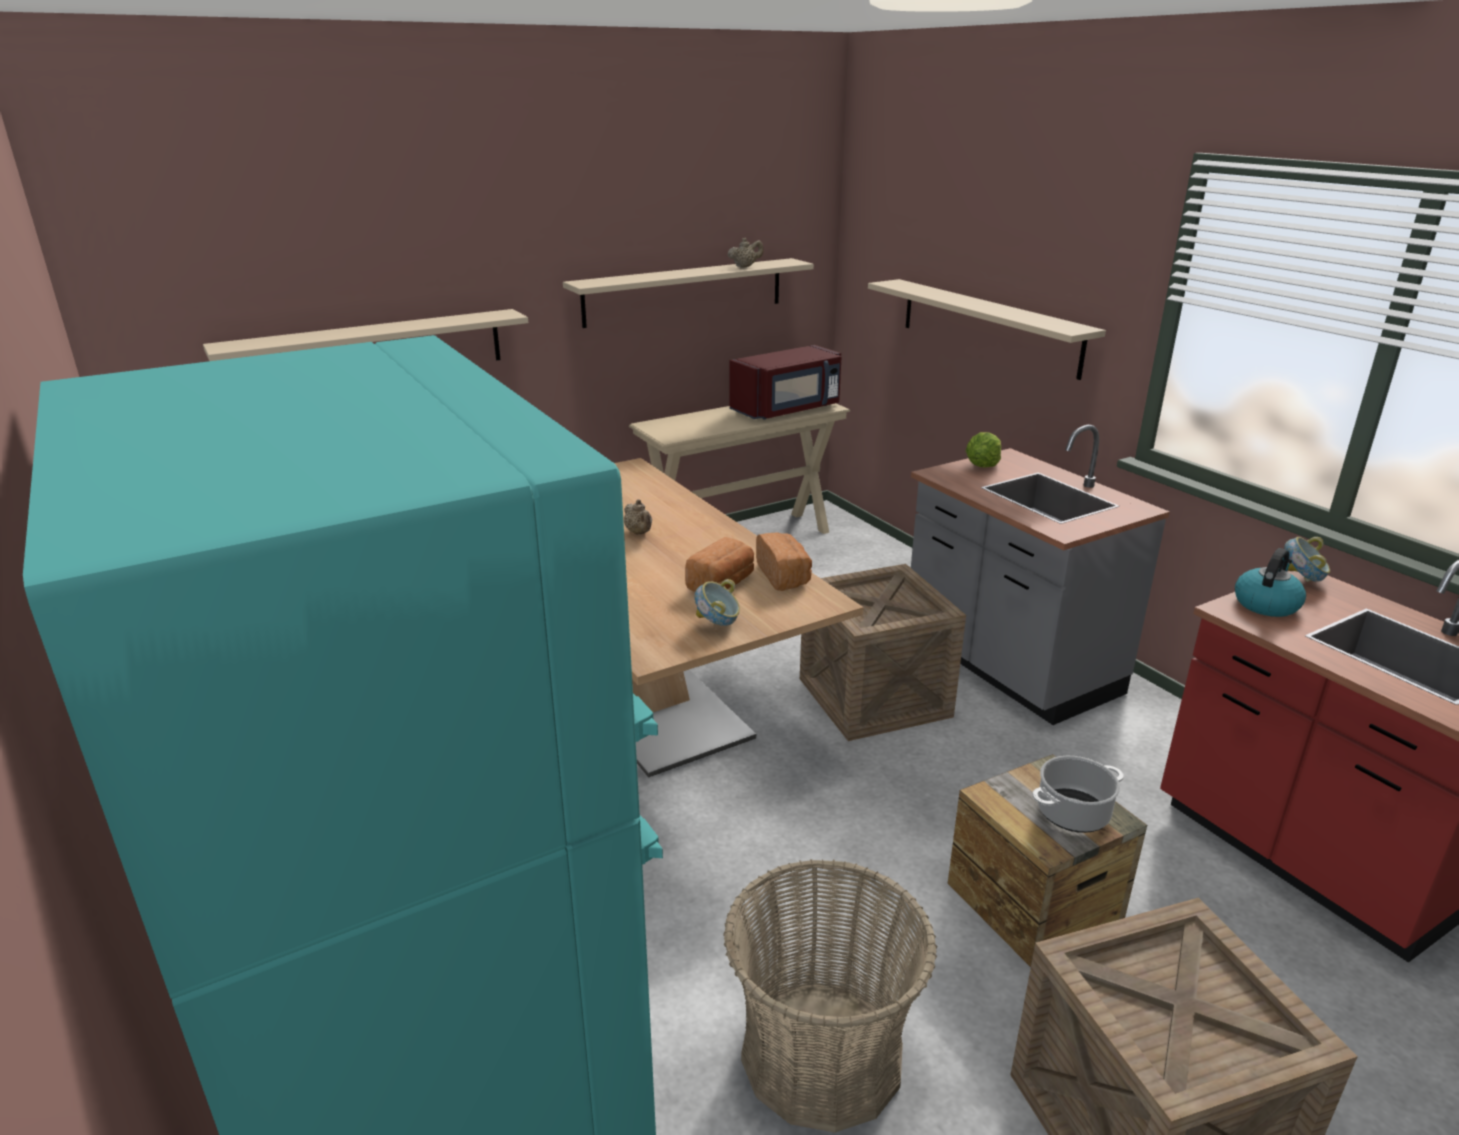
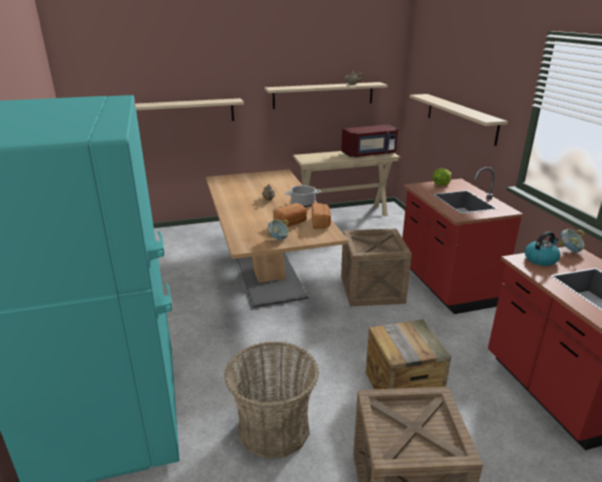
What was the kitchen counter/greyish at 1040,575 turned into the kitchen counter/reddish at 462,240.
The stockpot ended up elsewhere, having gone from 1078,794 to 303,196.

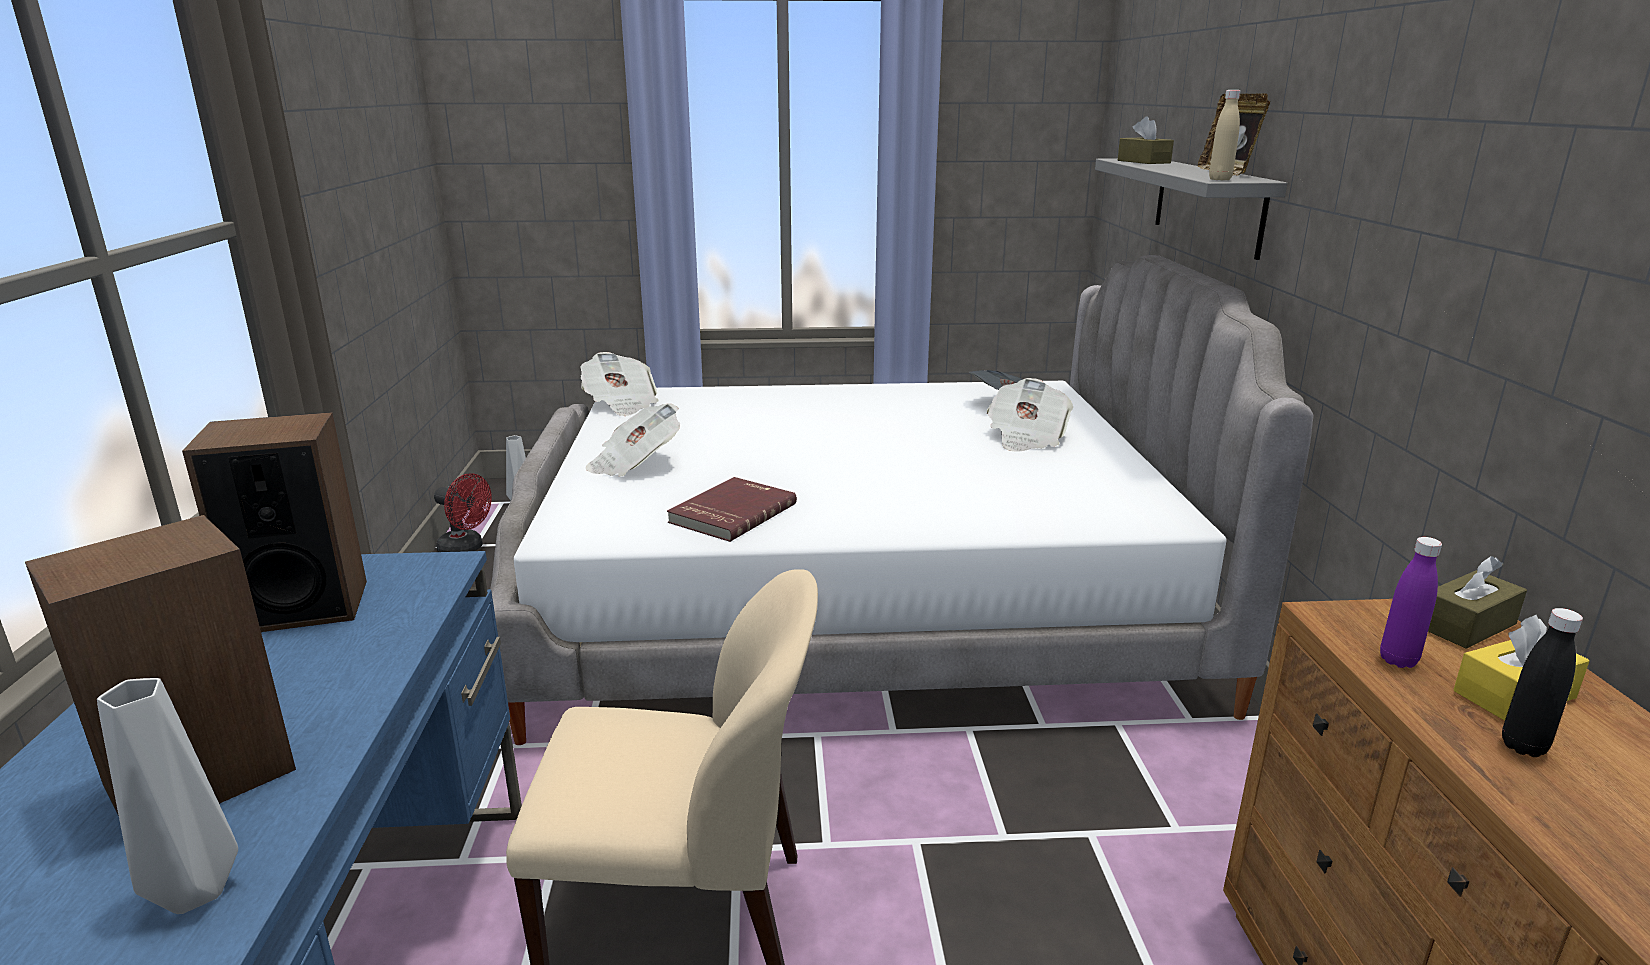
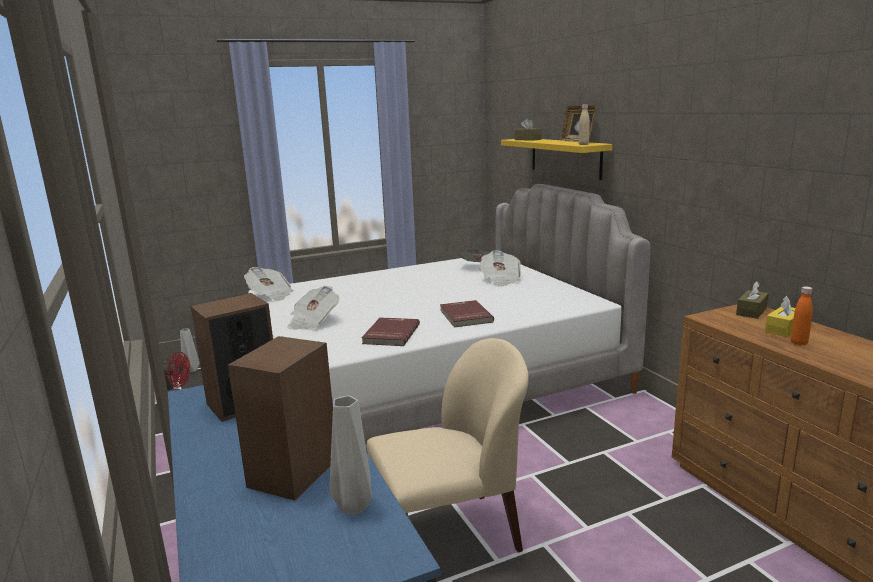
What was the bracket shelf/greyish at 1191,209 turned into the bracket shelf/yellow-coloured at 556,159.
The second view lost the drink bottle/purplish at 1411,602.
What was the drink bottle/black-coloured at 1542,682 turned into the drink bottle/orangey at 802,315.
The second view gained the book/reddish at 467,313.

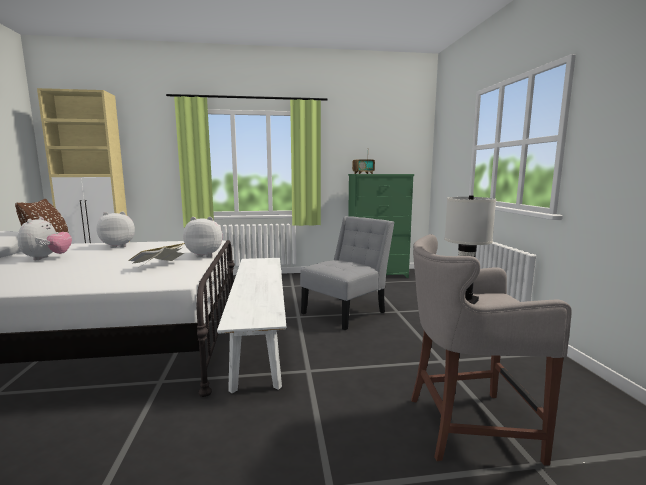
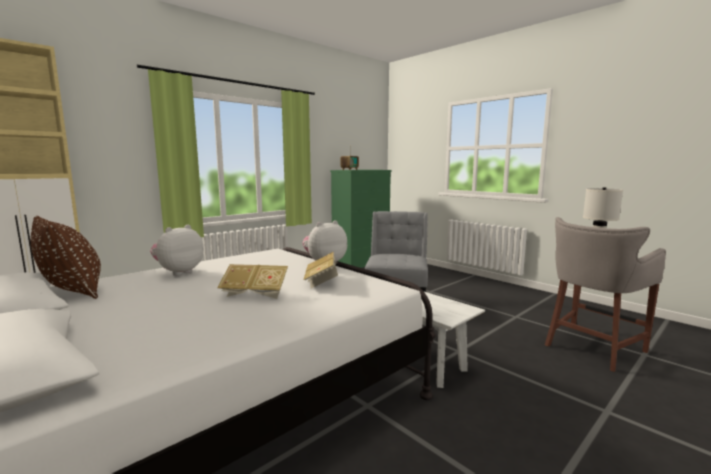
The second view lost the plush toy at 44,238.
The second view gained the book at 252,281.

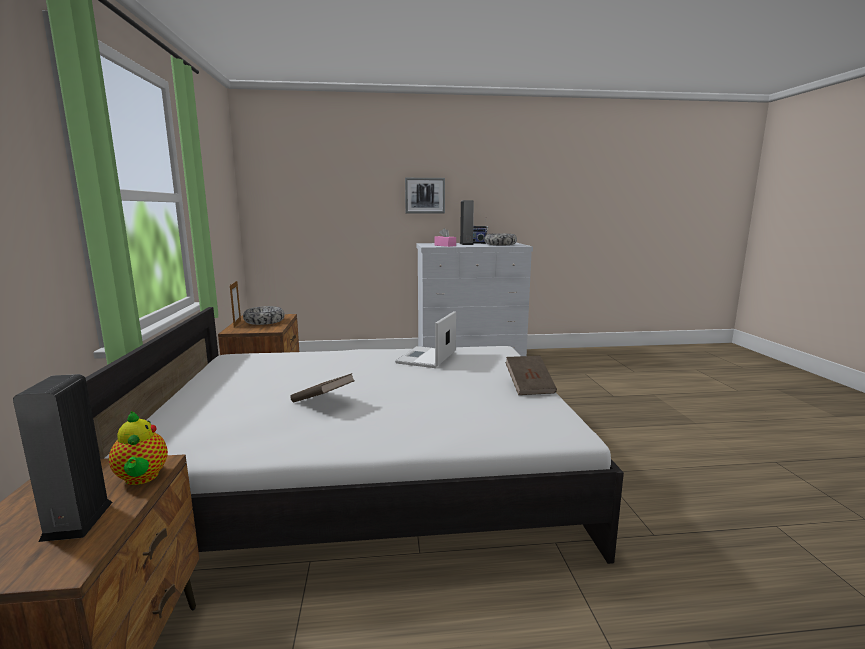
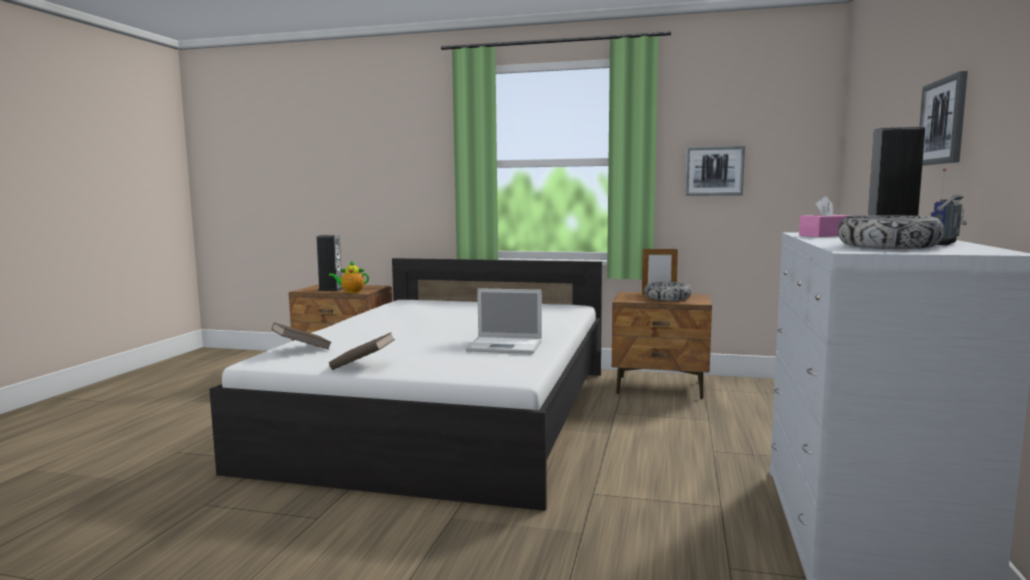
The book/brownish ended up elsewhere, having gone from 322,388 to 301,336.
The laptop at 425,339 ended up facing another way, 150 degrees clockwise from before.
The second view gained the wall art at 715,171.

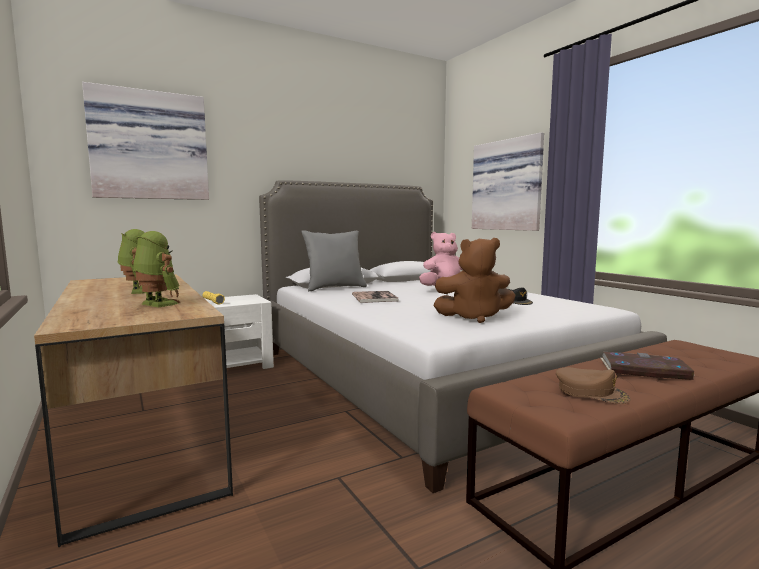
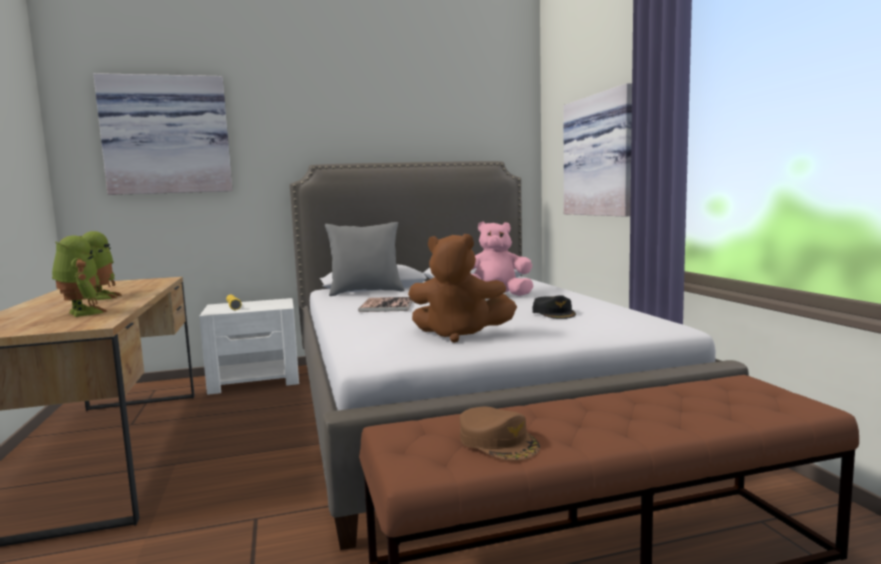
The second view lost the book at 648,366.

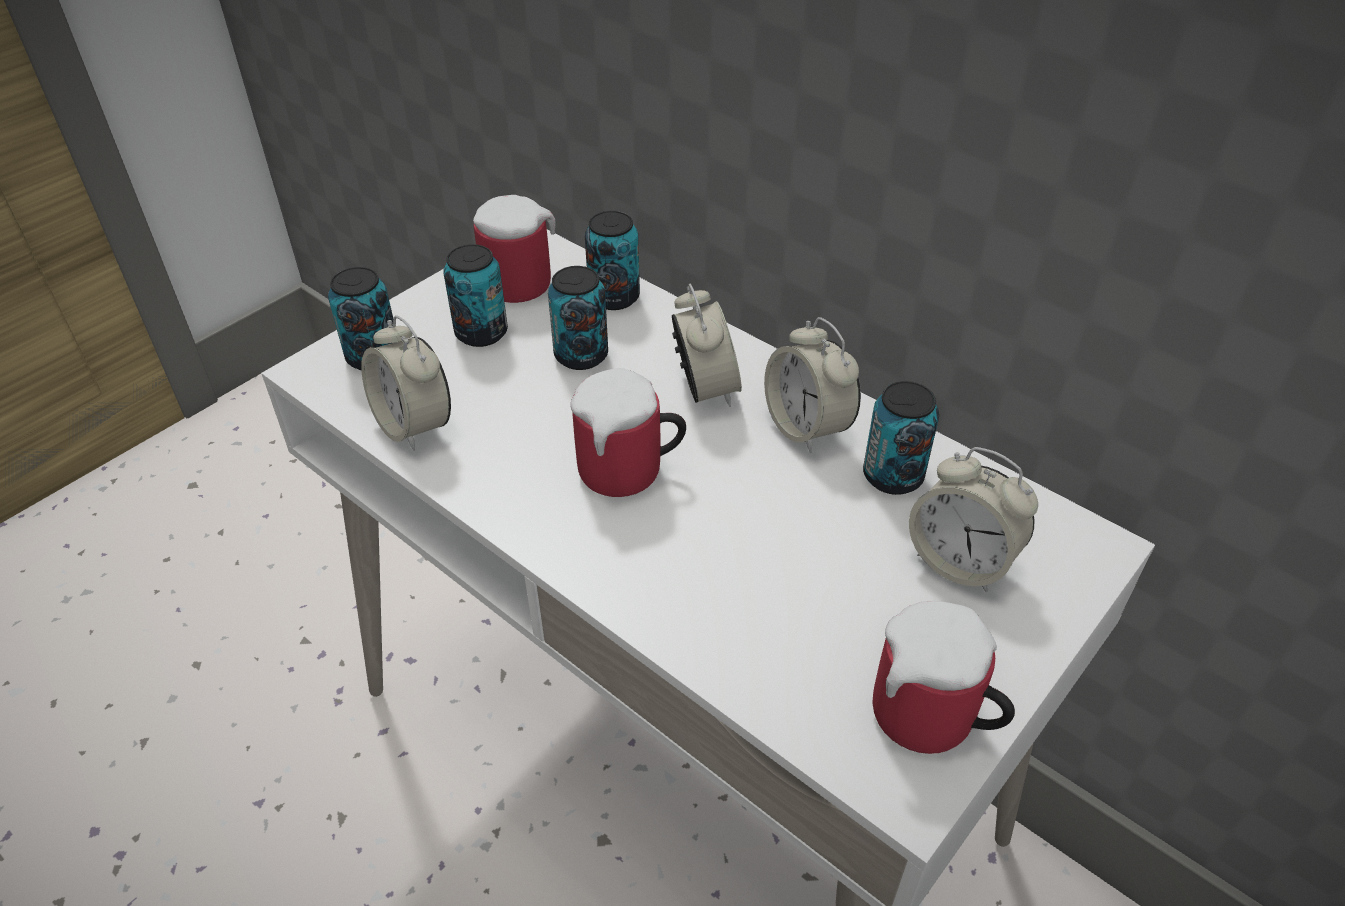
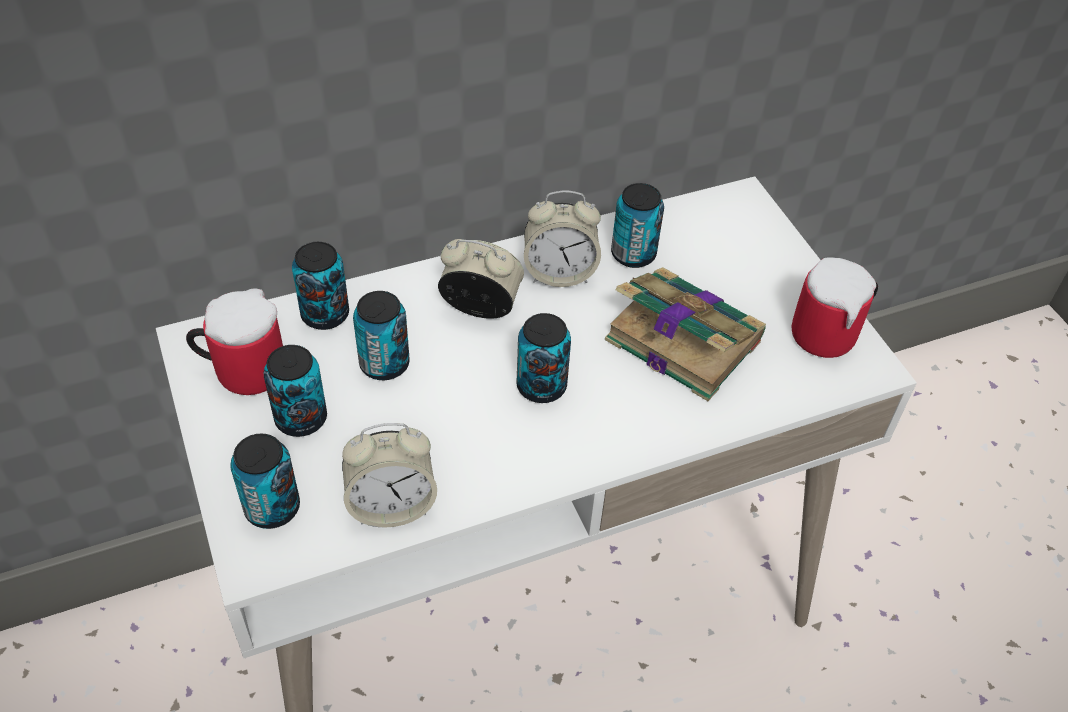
Where the coffee mug stood at 628,432, the metal can came to stand at 544,358.
The second view lost the table clock at 973,519.
The second view gained the book at 685,334.

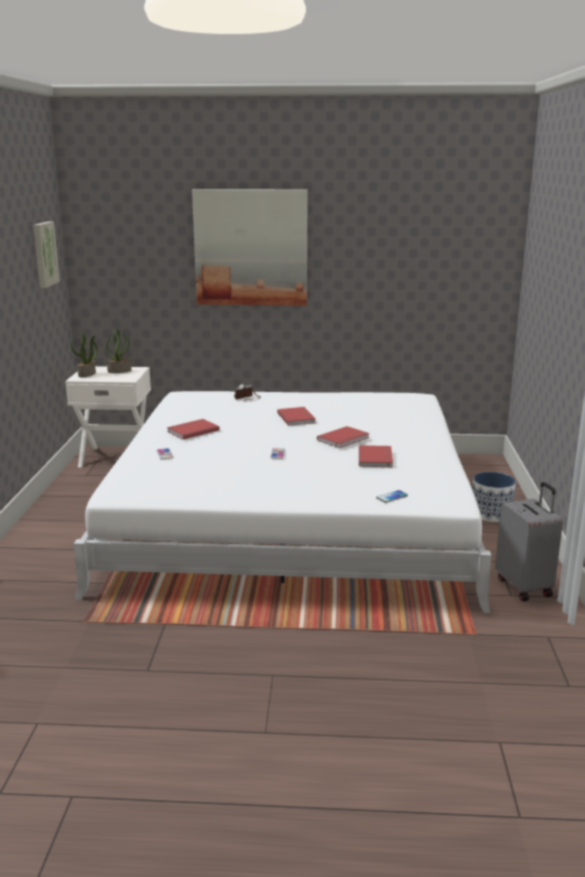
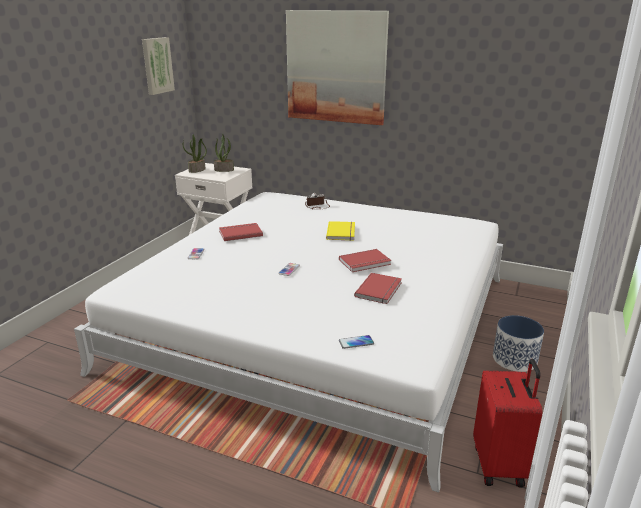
What was the book/reddish at 296,416 turned into the book/yellow-coloured at 340,231.
What was the piece of luggage/greyish at 529,541 turned into the piece of luggage/reddish at 507,423.

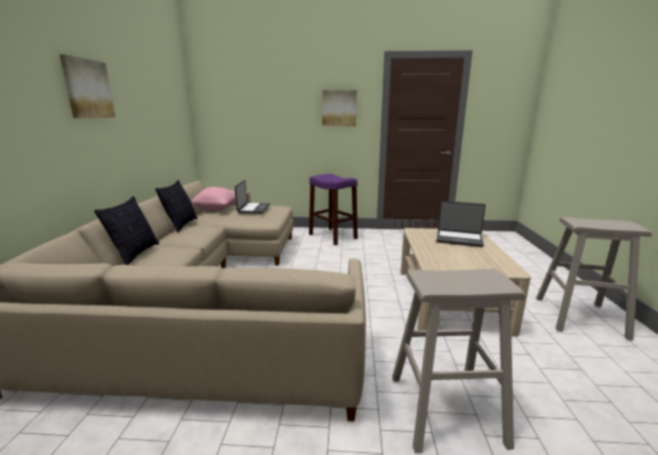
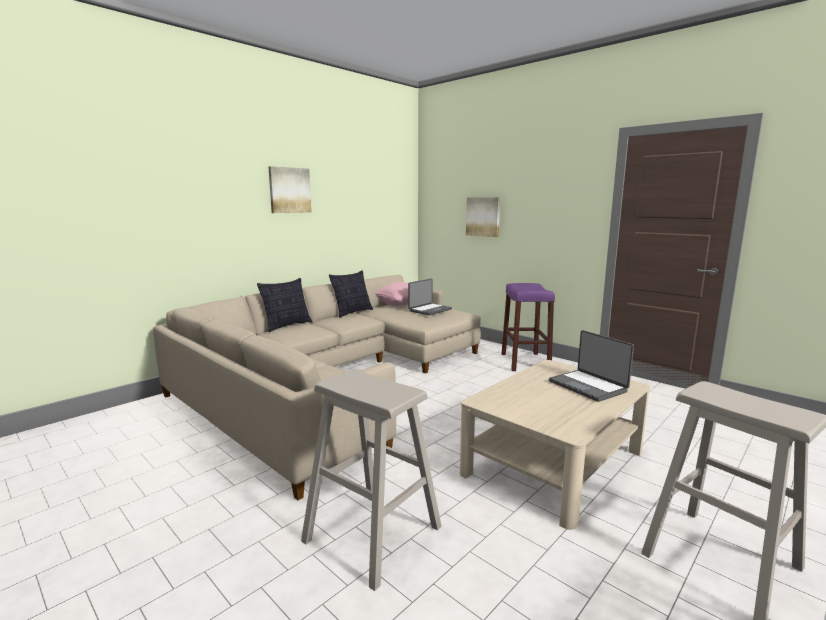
The wall art ended up elsewhere, having gone from 339,108 to 483,217.

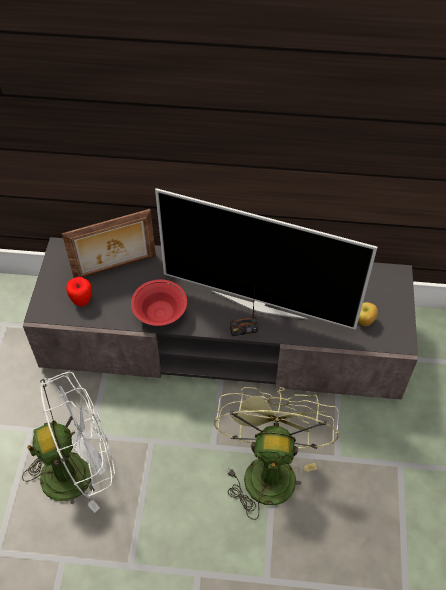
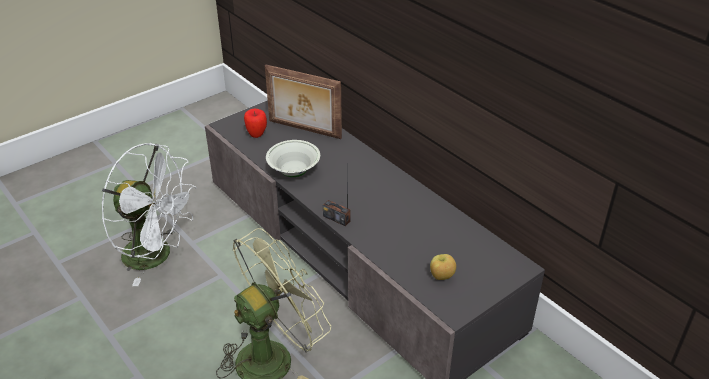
What was the serving bowl/reddish at 159,302 turned into the serving bowl/white at 293,158.
The second view lost the TV at 266,259.

